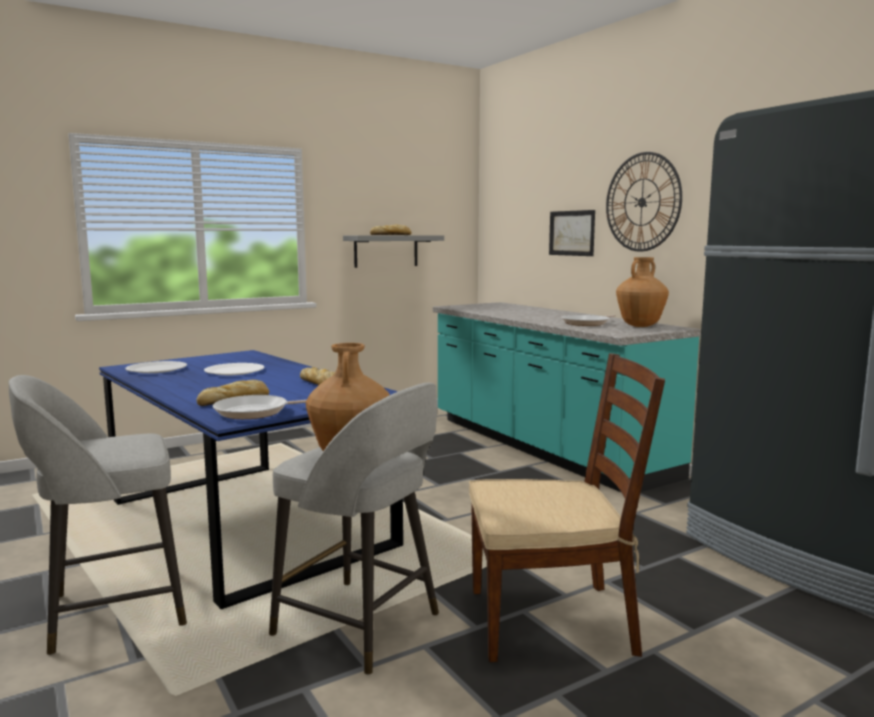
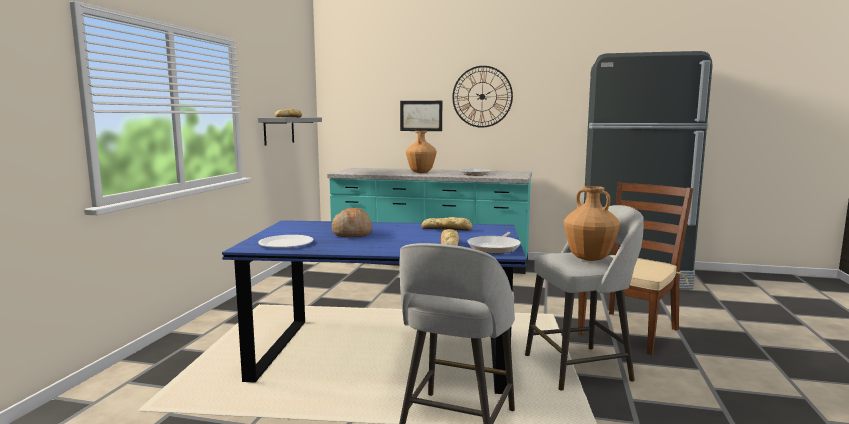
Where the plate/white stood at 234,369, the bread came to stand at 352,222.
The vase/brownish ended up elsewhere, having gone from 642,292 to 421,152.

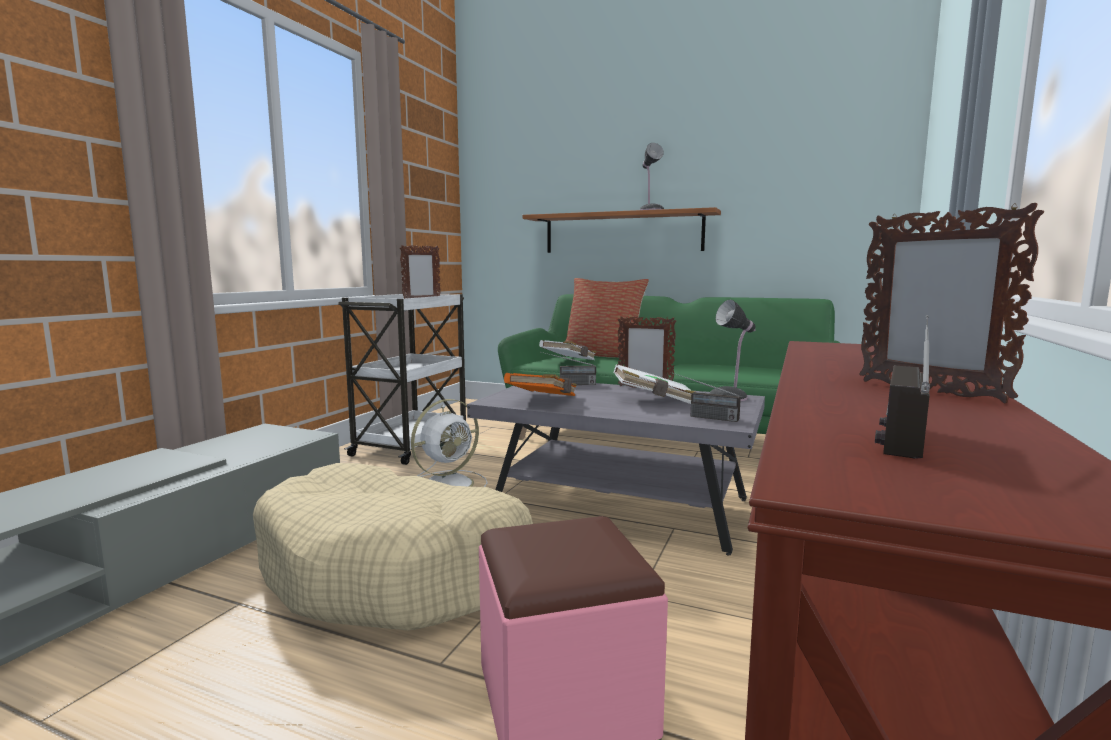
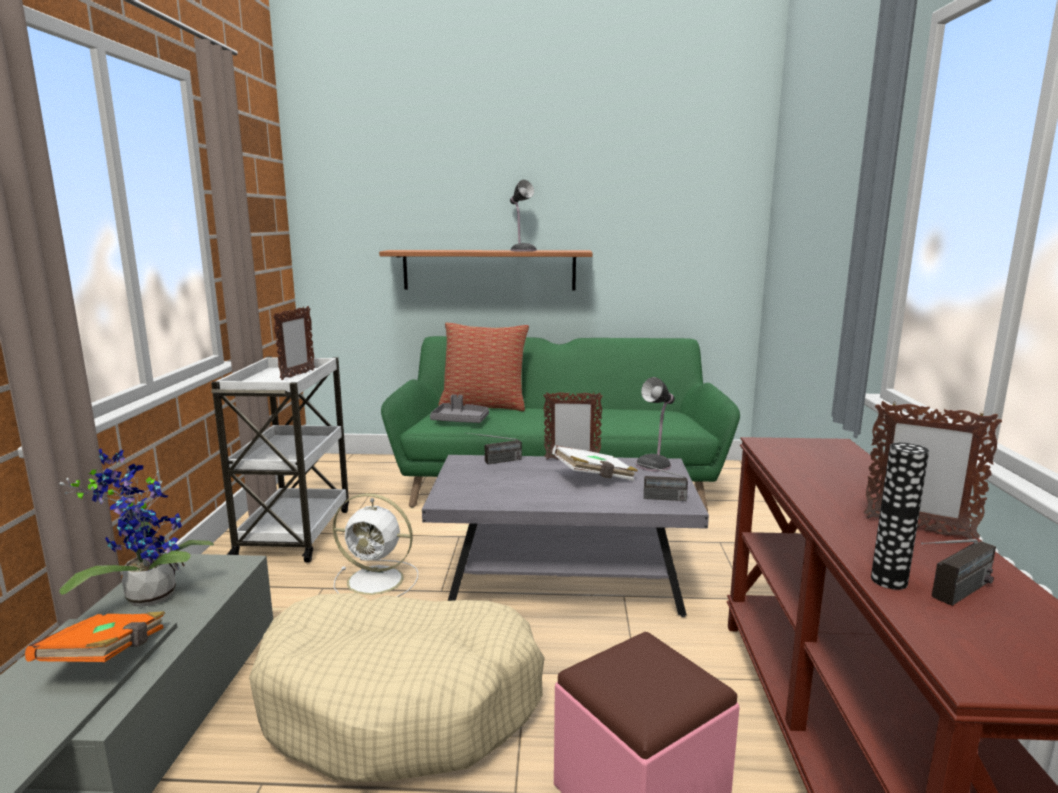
The electric fan/white at 449,443 ended up facing another way, 75 degrees clockwise from before.
The book/orangey ended up elsewhere, having gone from 540,384 to 95,636.
Where the book/white stood at 567,350, the serving tray/greyish came to stand at 459,408.
The radio receiver at 902,387 ended up facing another way, 135 degrees counterclockwise from before.
The second view gained the potted plant at 136,528.
The second view gained the vase at 900,516.

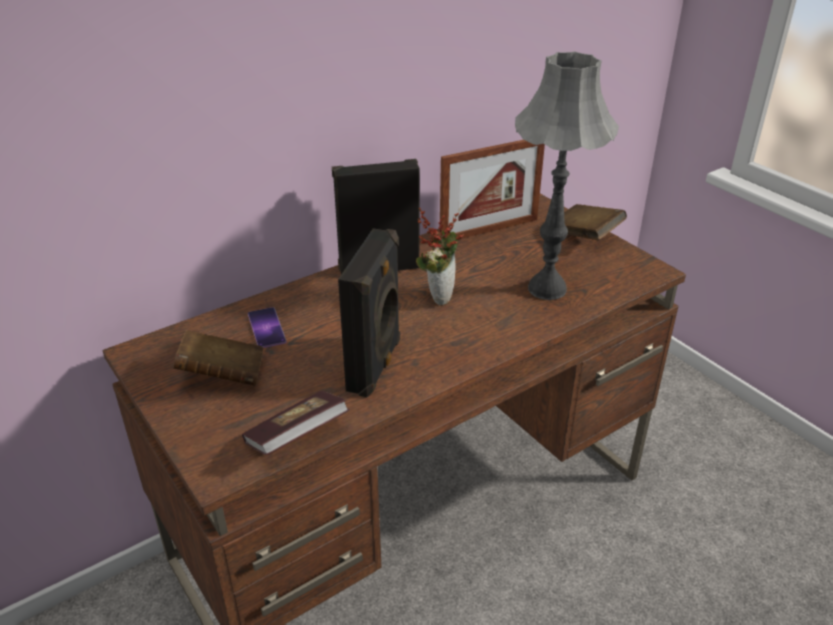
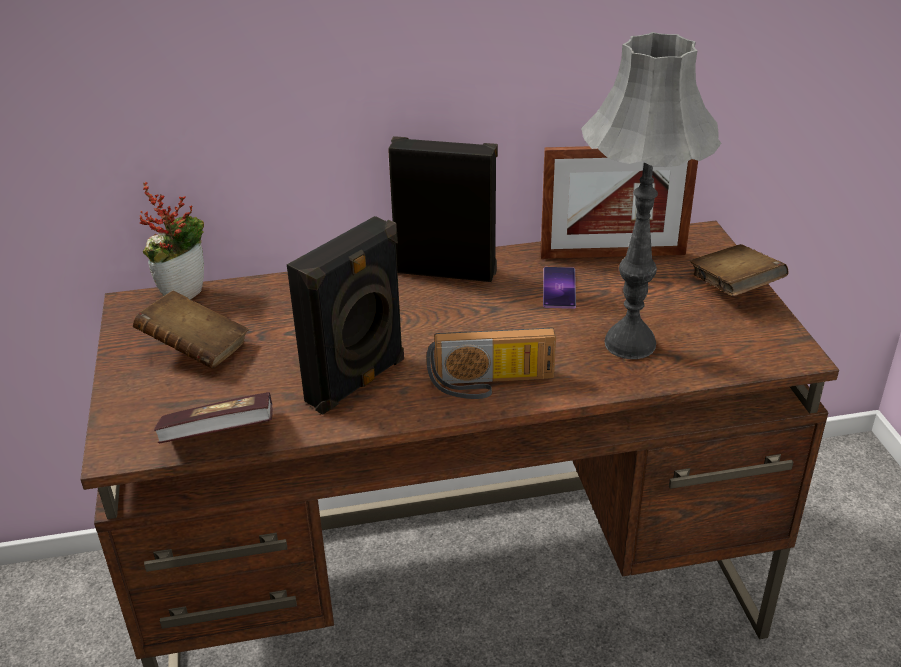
The telephone ended up elsewhere, having gone from 267,327 to 559,288.
The potted plant ended up elsewhere, having gone from 440,257 to 171,240.
The second view gained the radio receiver at 491,363.

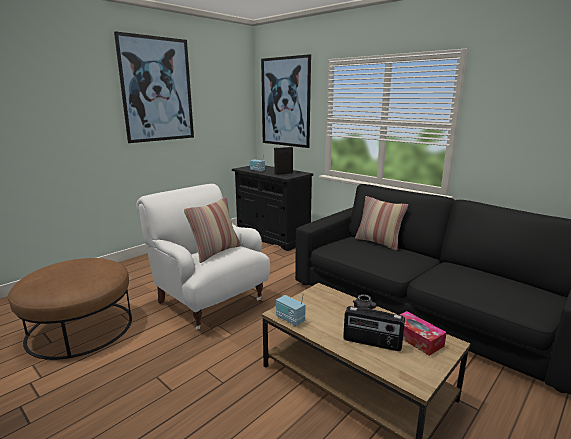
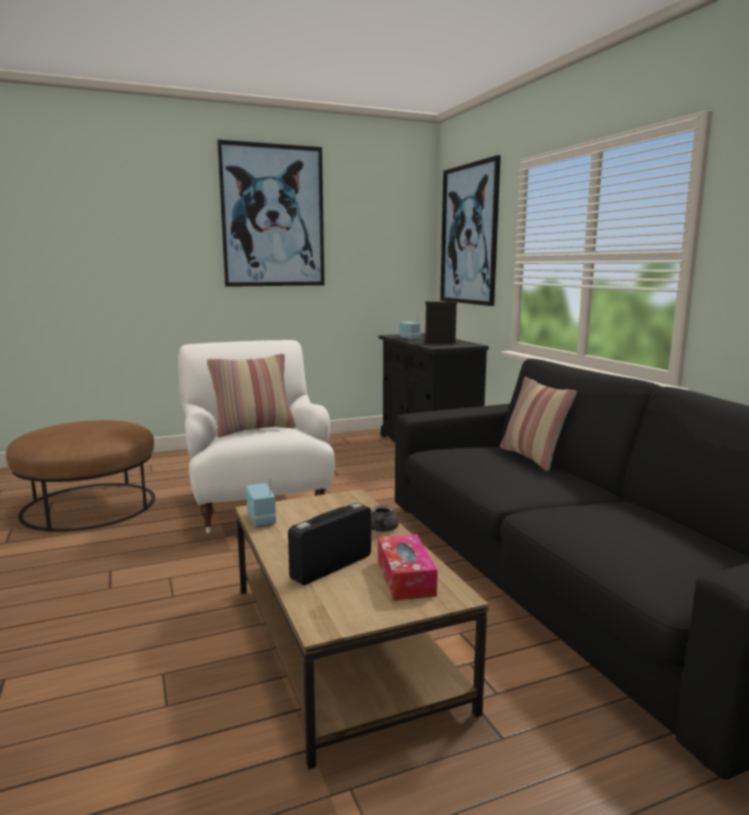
The radio receiver at 374,328 ended up facing another way, 90 degrees clockwise from before.

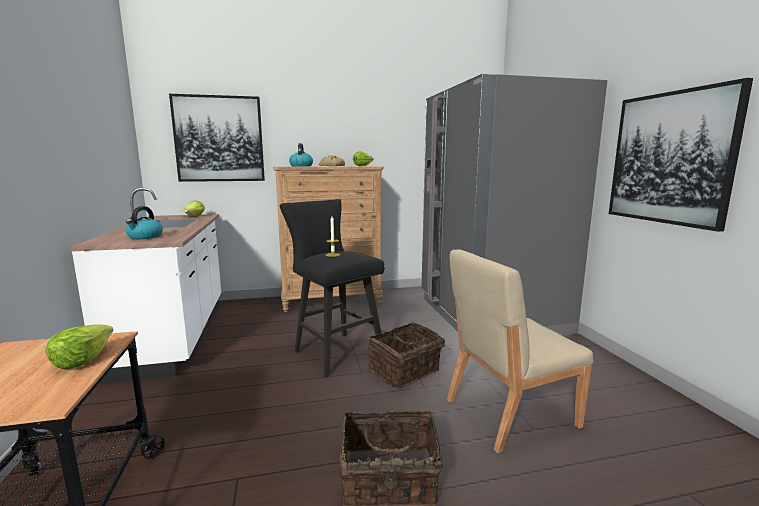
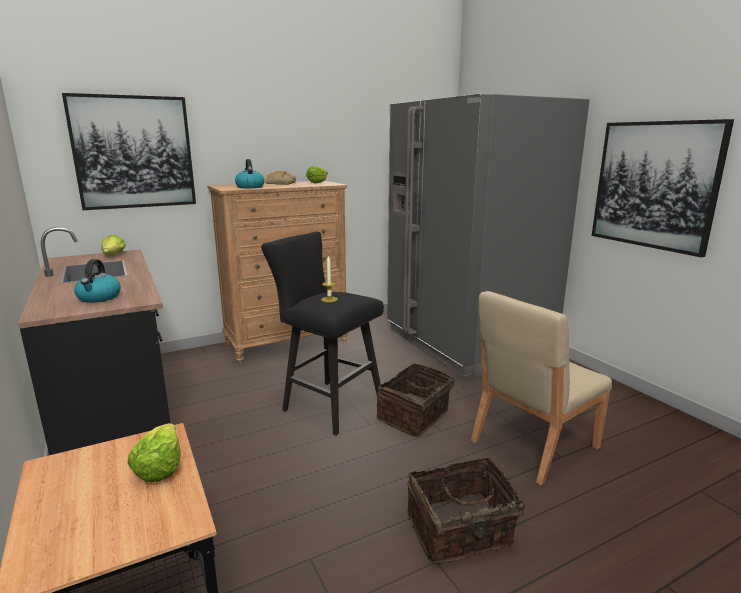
What was the kitchen counter/white at 145,286 turned into the kitchen counter/black-coloured at 94,341.

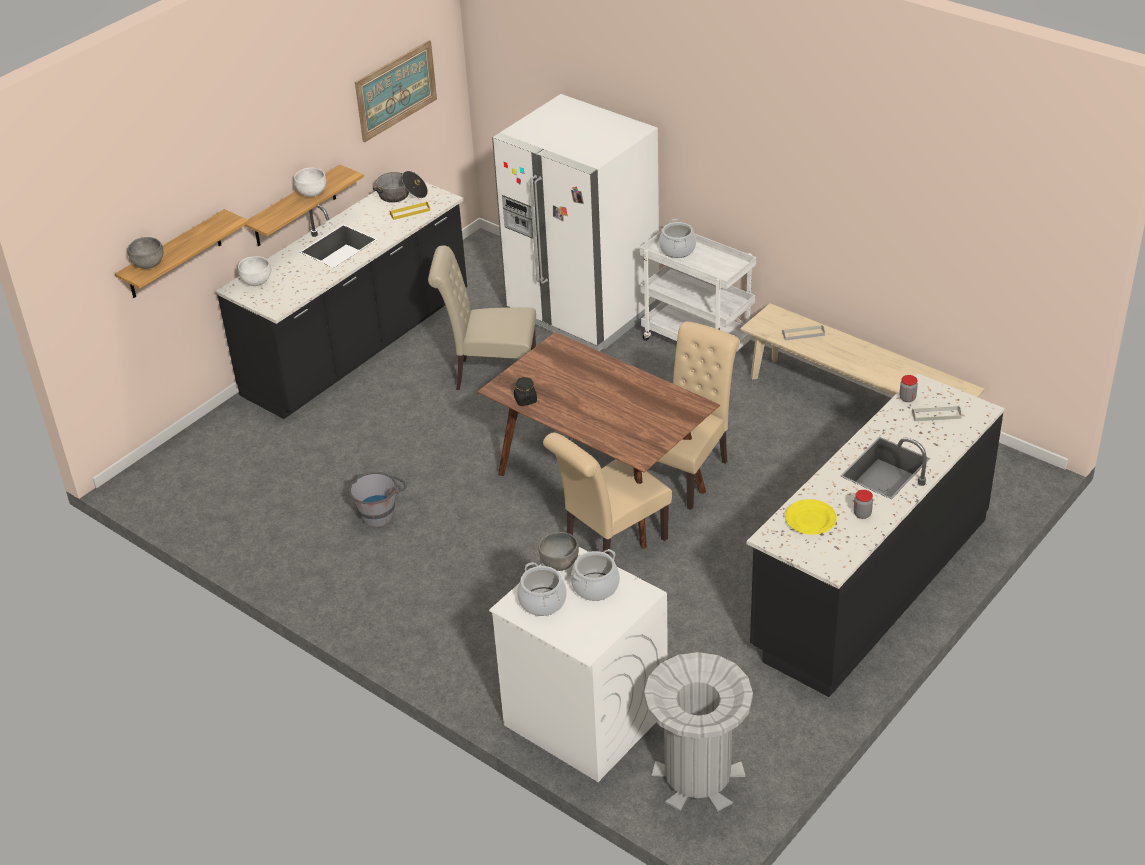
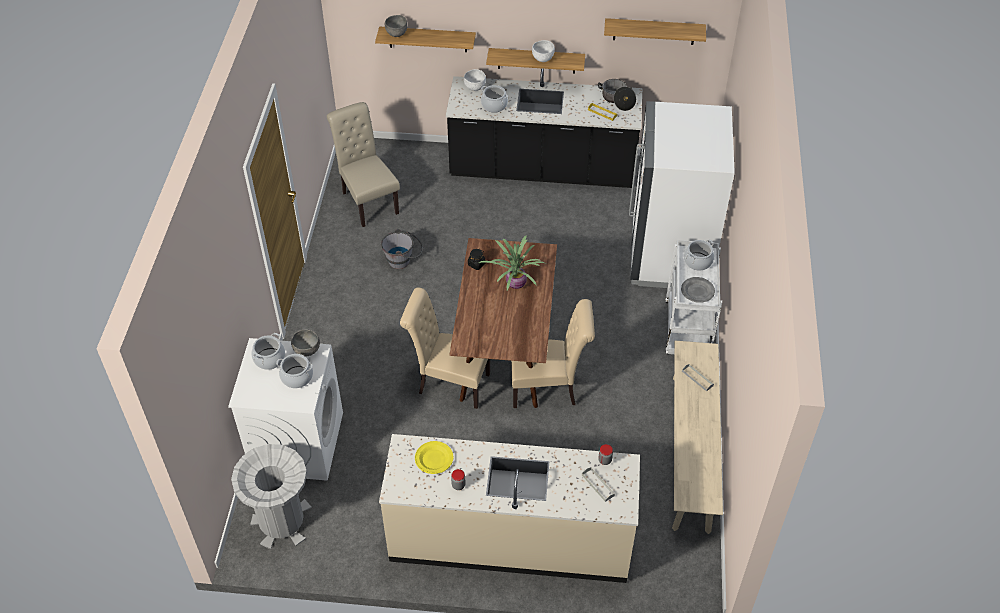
Where the wall art hung at 396,91, the bracket shelf came to hang at 655,31.
The upright chair/sand-coloured ended up elsewhere, having gone from 482,317 to 363,164.
What was the kitchen counter/black-coloured at 876,535 turned into the kitchen counter/sand-coloured at 509,508.
The second view gained the potted plant at 512,262.
The second view gained the stockpot at 494,99.
The second view gained the plate/greyish at 698,290.

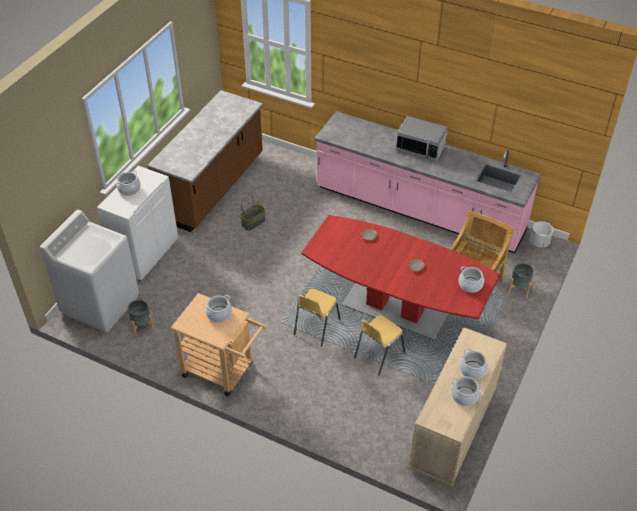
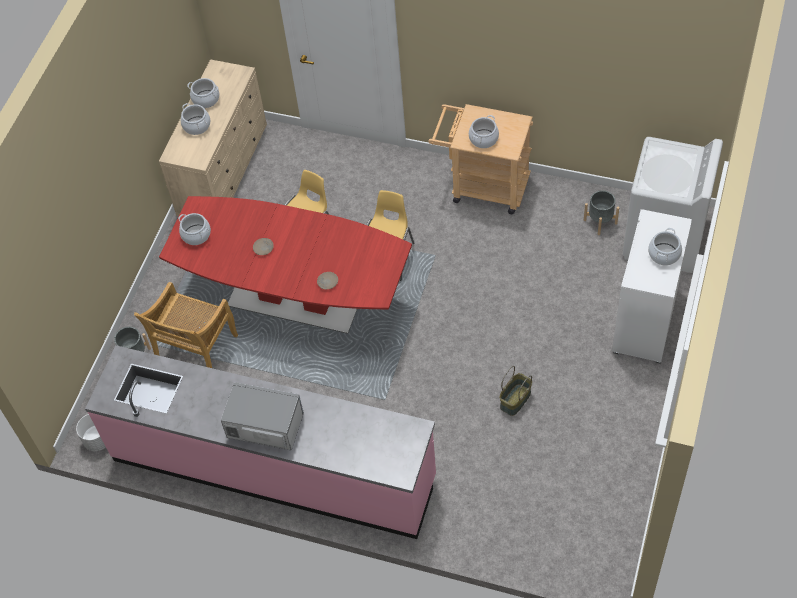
The second view lost the kitchen counter/brownish at 205,161.

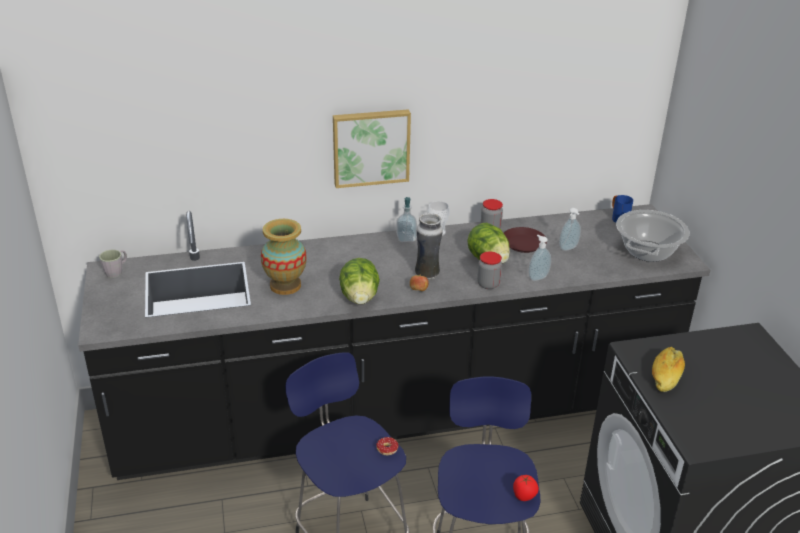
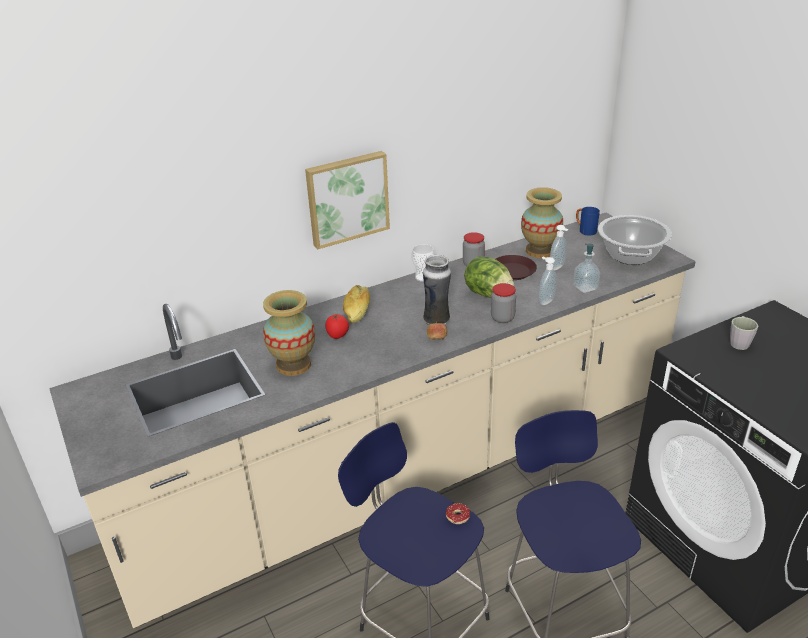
What was the kitchen counter/black-coloured at 394,342 turned into the kitchen counter/sand-coloured at 372,420.
The coffee mug/greyish ended up elsewhere, having gone from 113,264 to 744,333.
The second view lost the lettuce head at 359,281.
The soap bottle ended up elsewhere, having gone from 406,219 to 586,268.
The tomato ended up elsewhere, having gone from 526,488 to 337,326.
The bread ended up elsewhere, having gone from 668,369 to 356,304.
The second view gained the vase at 542,222.

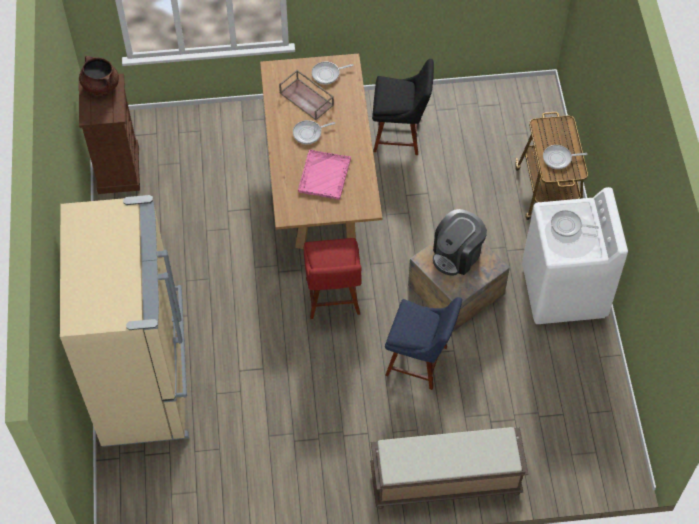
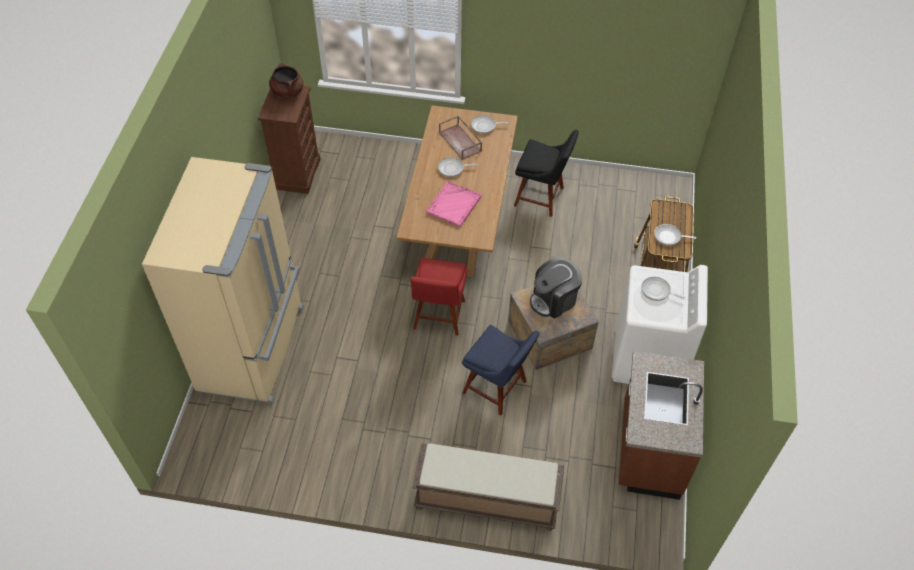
The second view gained the kitchen counter/brownish at 661,425.

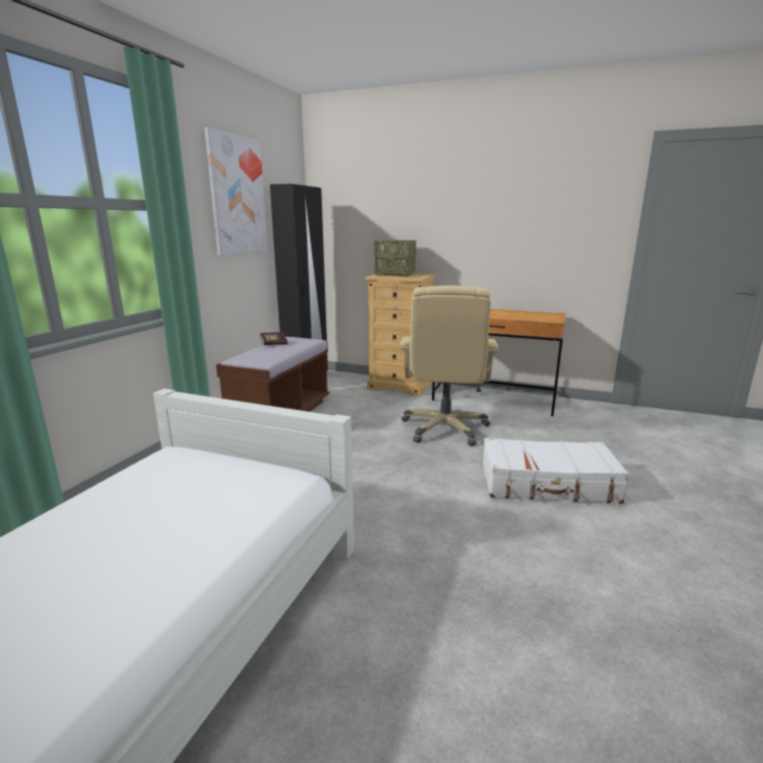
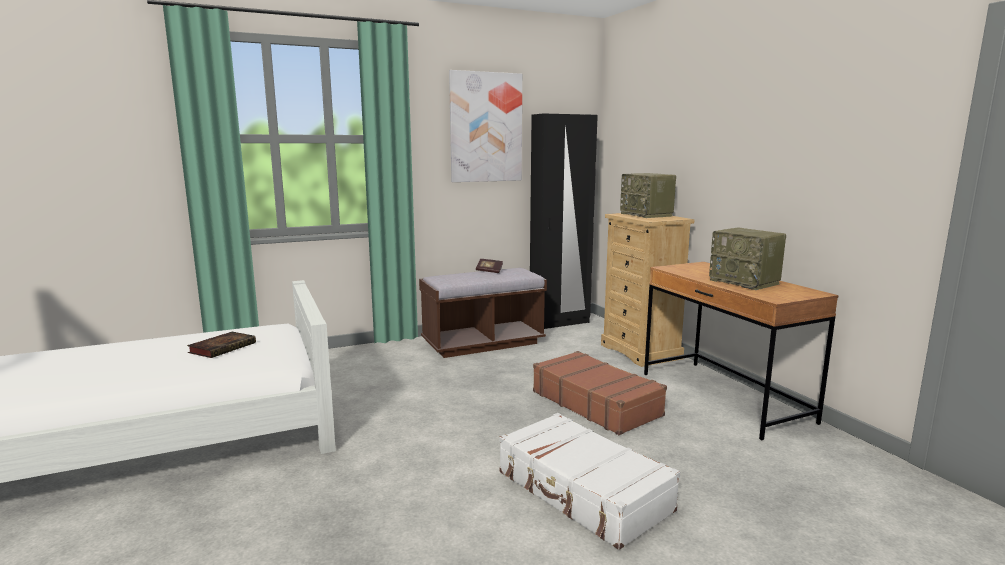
Where the desk chair/sand-coloured stood at 449,365, the piece of luggage/brownish came to stand at 600,393.
The second view gained the book at 221,345.
The second view gained the radio receiver at 747,259.

